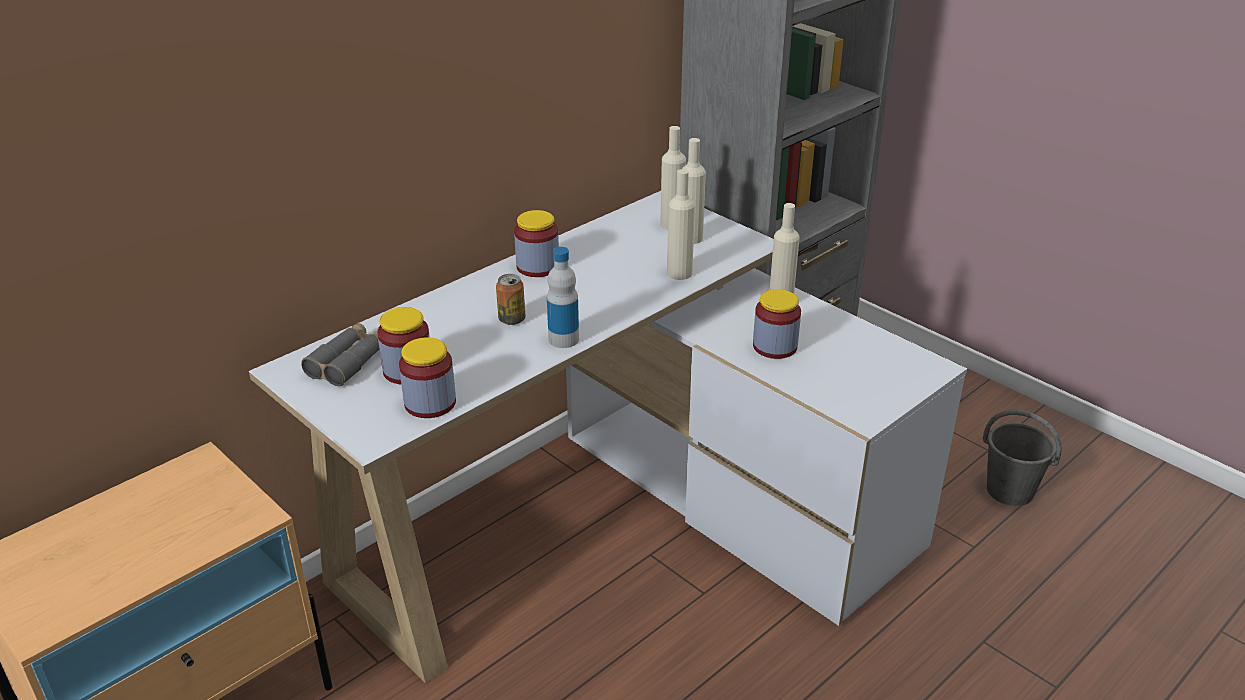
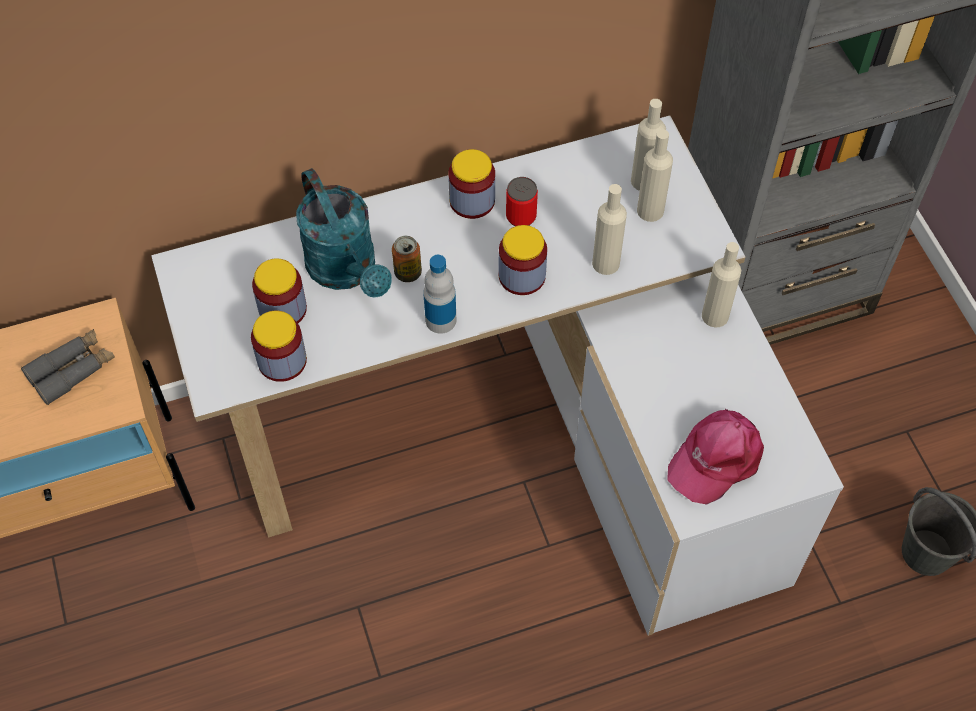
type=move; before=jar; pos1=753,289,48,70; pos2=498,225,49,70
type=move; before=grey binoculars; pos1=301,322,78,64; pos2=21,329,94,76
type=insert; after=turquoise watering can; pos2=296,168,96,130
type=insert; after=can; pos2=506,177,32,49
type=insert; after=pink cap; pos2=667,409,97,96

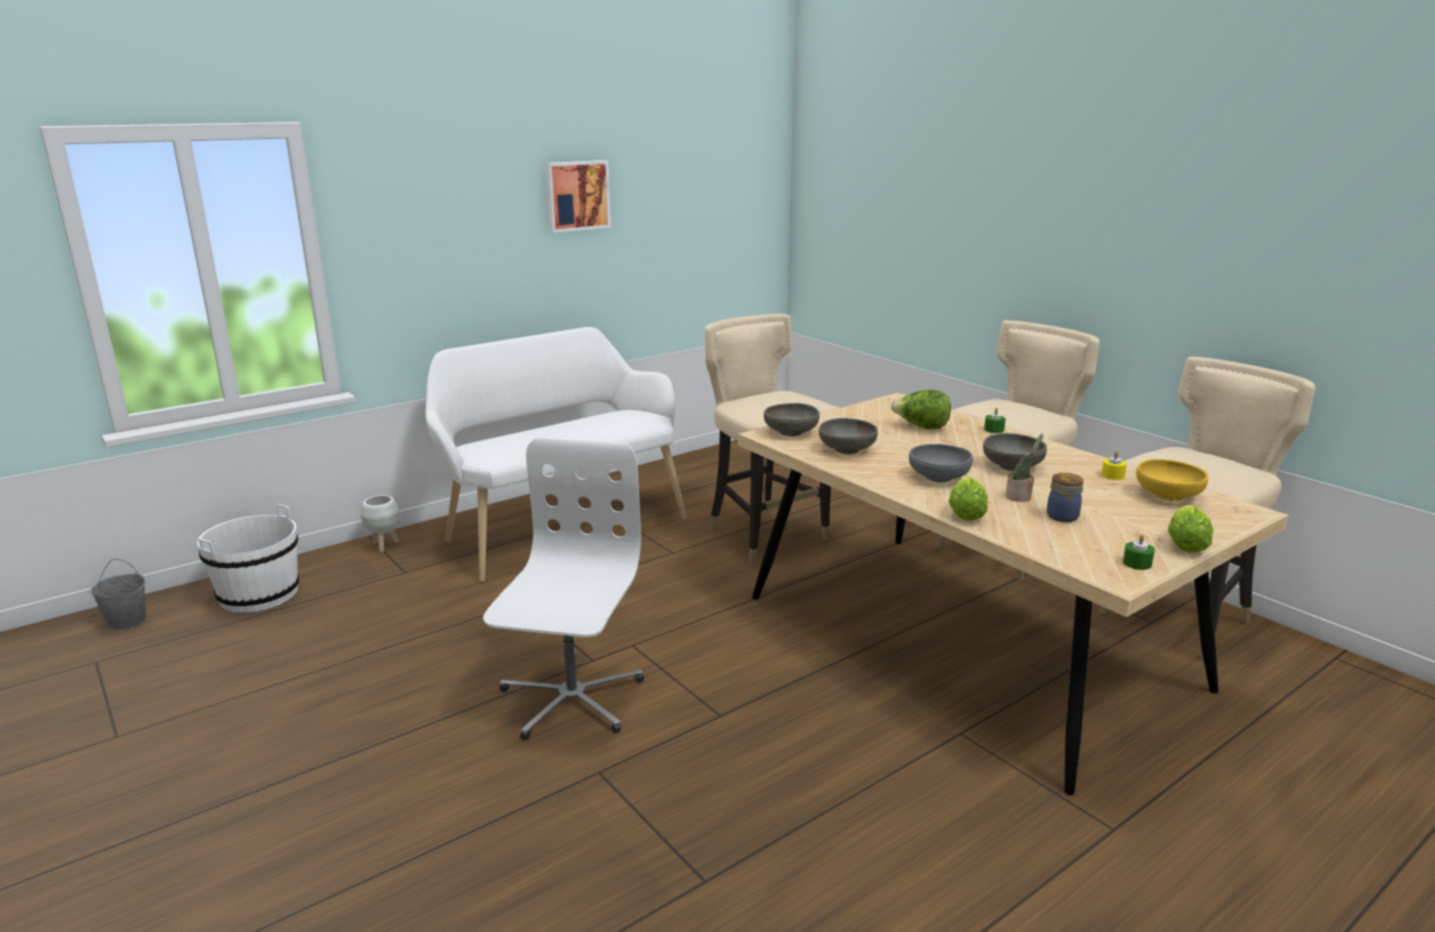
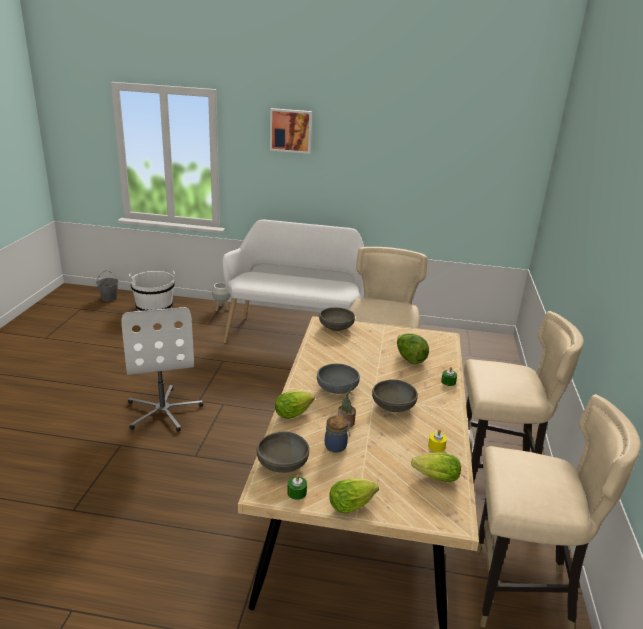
type=move; before=picture; pos1=545,160,66,73; pos2=270,108,42,46
type=move; before=grey bowl; pos1=819,418,59,36; pos2=257,432,52,41
type=rotate; before=white office chair; pos1=483,437,161,303; pos2=121,307,82,125; turn=105
type=replace; before=yellow bowl; after=lettuce; pos1=1136,459,72,42; pos2=411,452,50,30

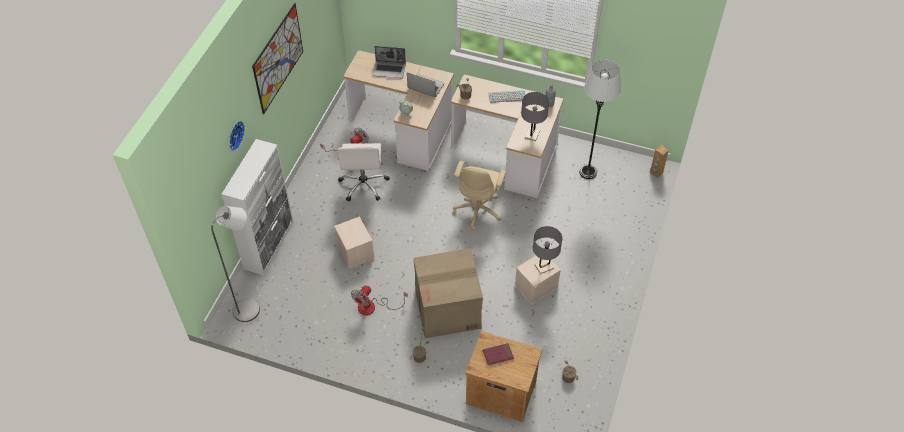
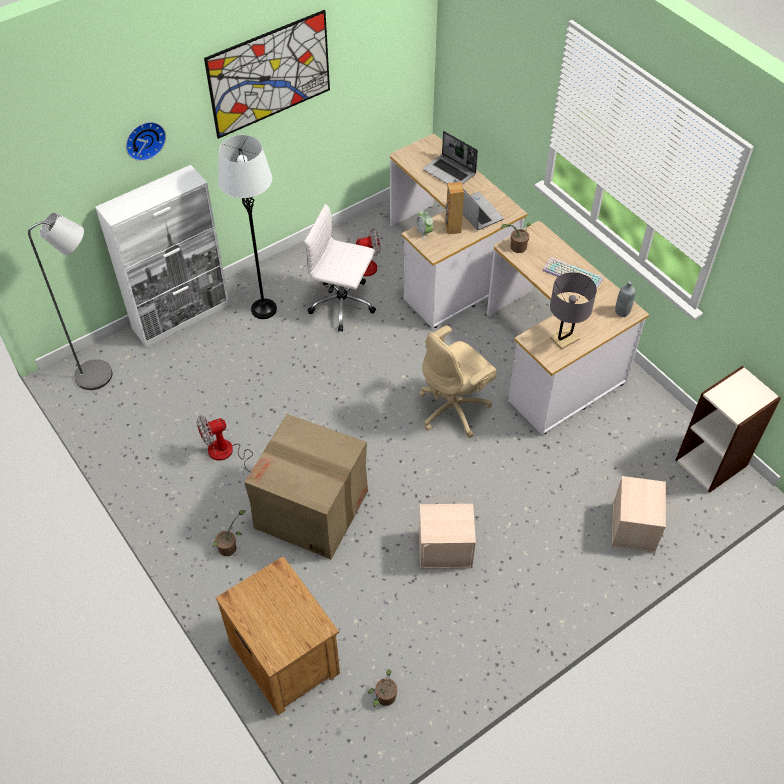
type=move; before=white floor lamp; pos1=579,60,42,119; pos2=218,135,59,184
type=rotate; before=white office chair; pos1=337,143,53,58; pos2=304,204,72,128; turn=75
type=move; before=brown speaker; pos1=650,145,19,33; pos2=445,182,19,52
type=move; before=beige storage box; pos1=334,216,40,53; pos2=612,476,54,77
type=delete; before=grey table lamp; pos1=533,226,29,48
type=delete; before=red book; pos1=483,343,31,22
type=insert; after=bookcase; pos2=675,366,106,127

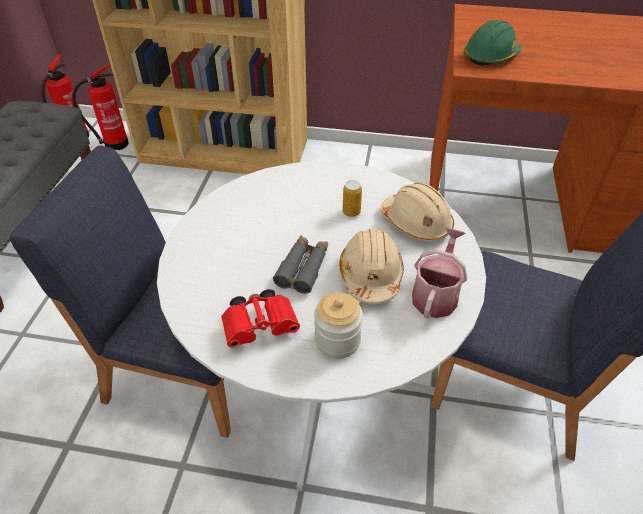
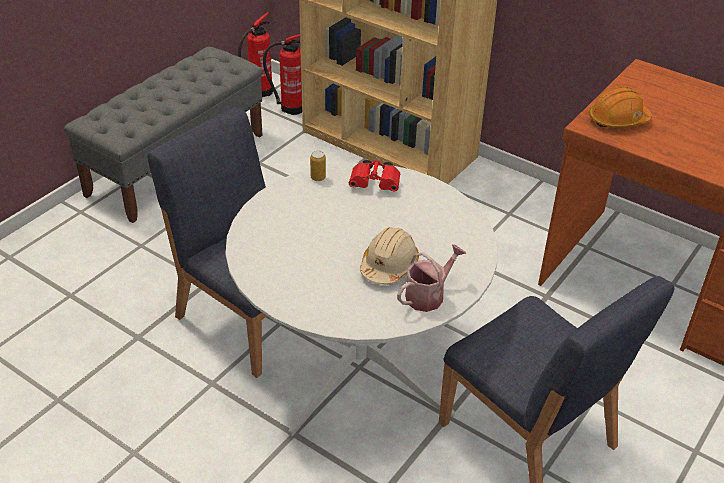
type=recolor; before=green hard hat; after=orange hard hat; pos1=464,20,58,46; pos2=589,86,63,42
type=move; before=can; pos1=343,180,19,37; pos2=310,151,16,30
type=delete; before=beige hard hat; pos1=381,183,73,58
type=delete; before=grey binoculars; pos1=273,235,55,59
type=move; before=red binoculars; pos1=221,289,79,59; pos2=349,159,51,32
type=delete; before=jar; pos1=314,292,49,67

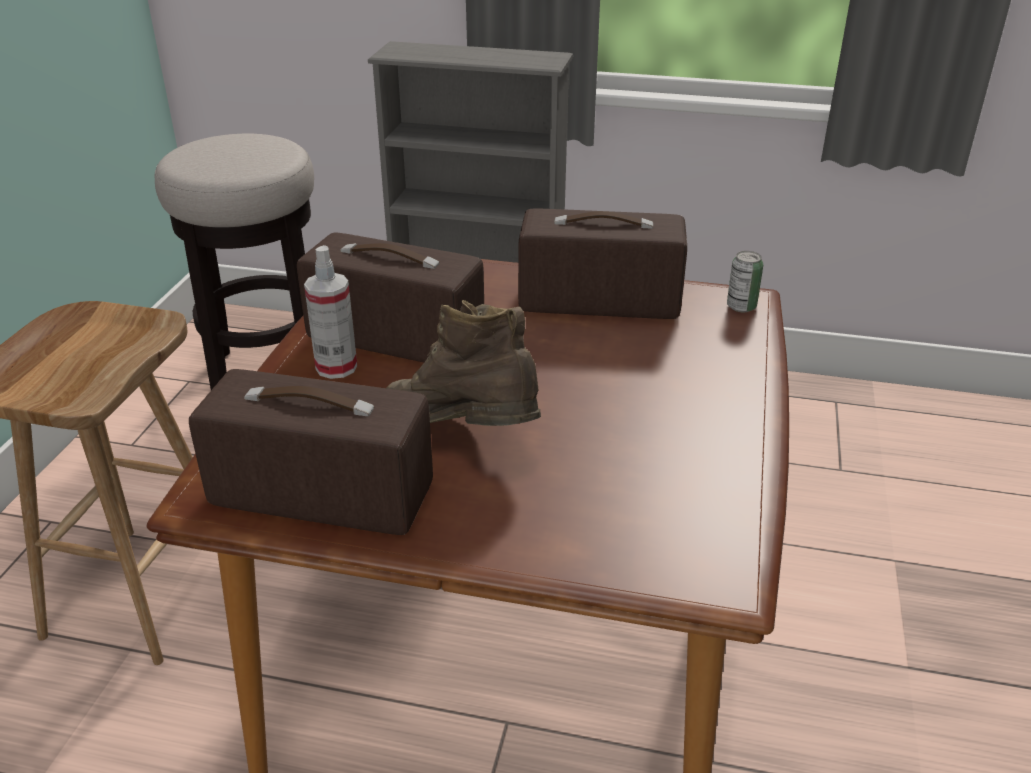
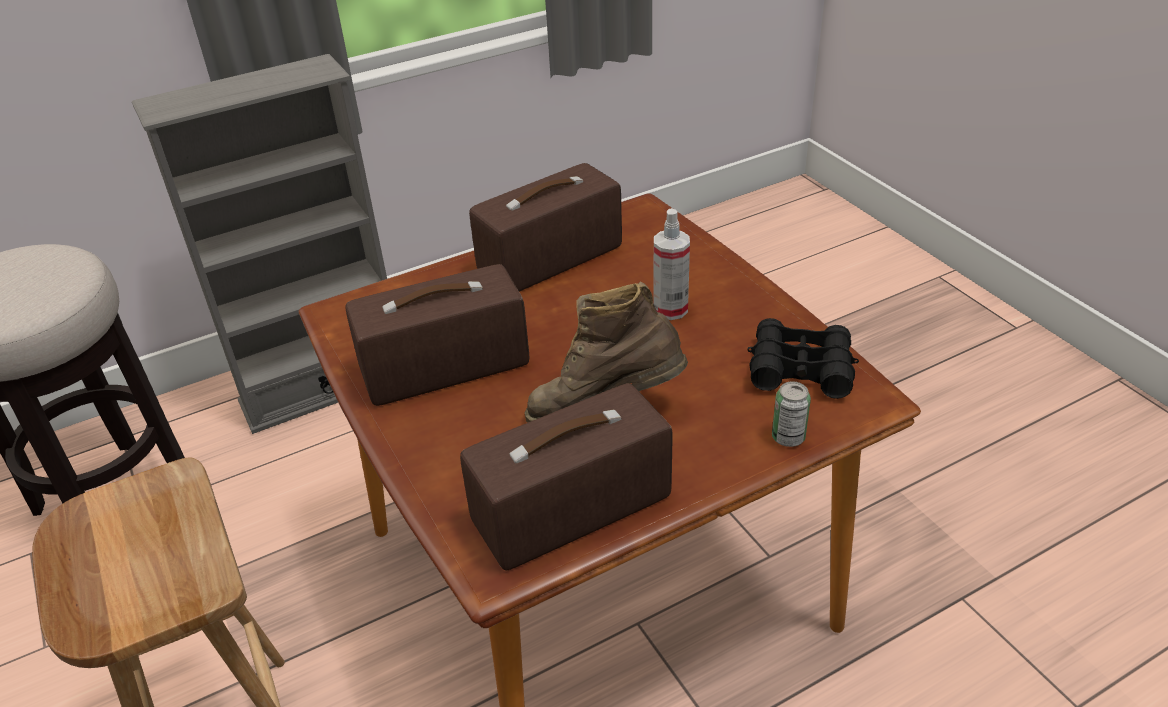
type=move; before=spray bottle; pos1=304,245,53,134; pos2=654,208,36,112
type=move; before=can; pos1=727,251,36,61; pos2=772,381,39,66
type=insert; after=black binoculars; pos2=747,318,112,81

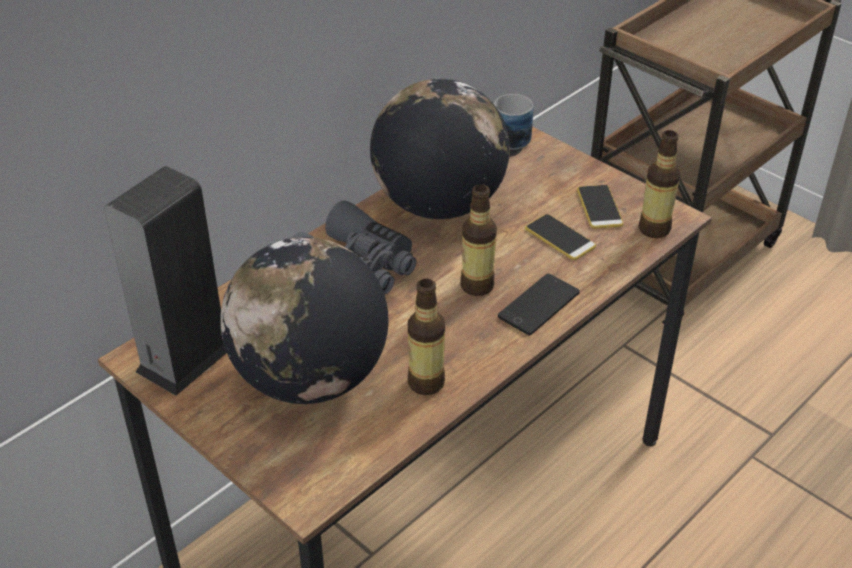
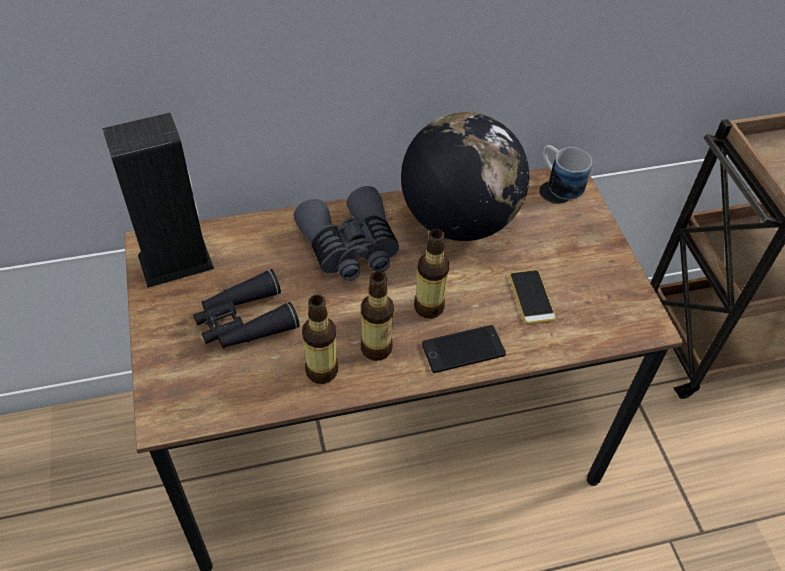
type=move; before=bottle; pos1=639,130,41,108; pos2=361,271,33,90
type=delete; before=phone; pos1=577,185,47,44
type=replace; before=globe; after=black binoculars; pos1=220,237,169,167; pos2=193,269,107,80

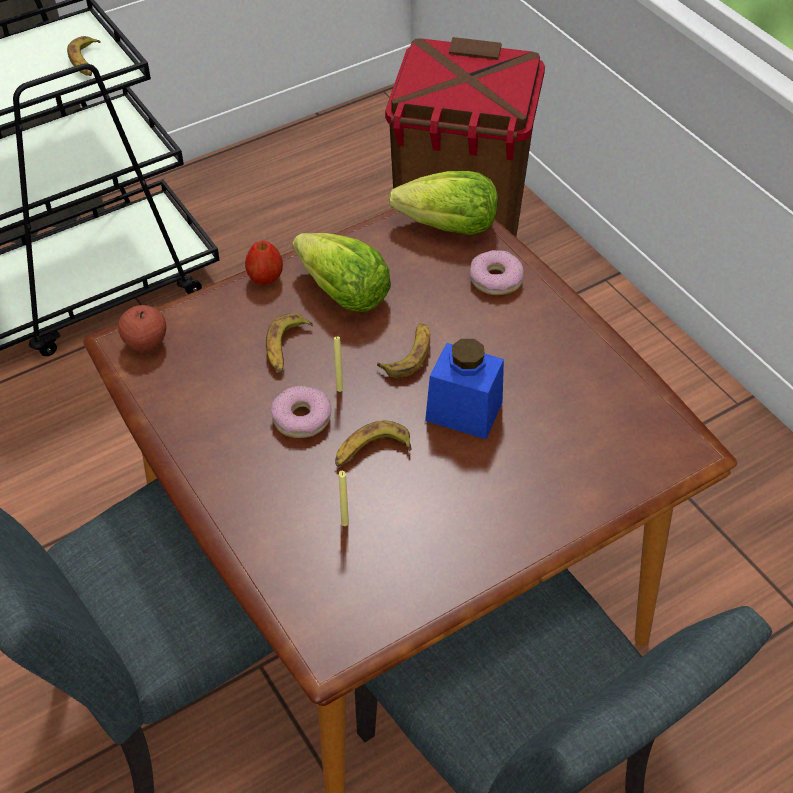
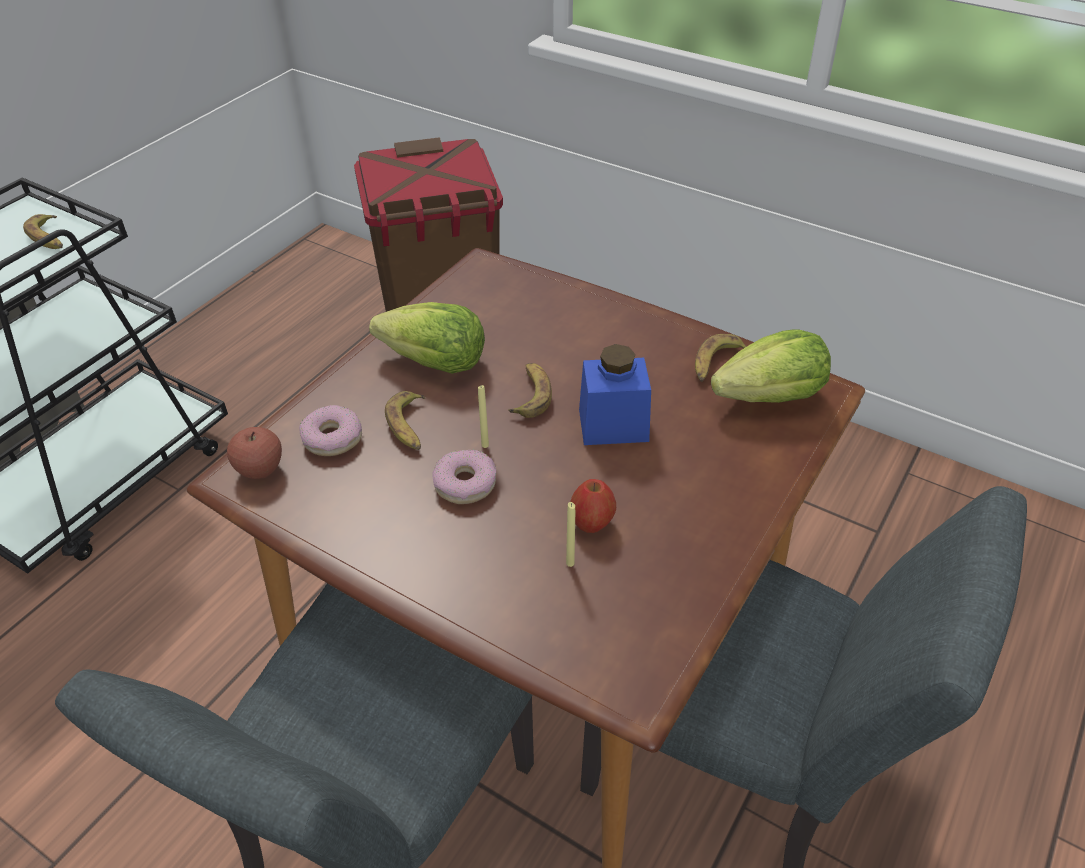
type=move; before=lettuce; pos1=389,171,109,64; pos2=711,329,120,74
type=move; before=apple; pos1=245,241,38,44; pos2=570,479,46,54
type=move; before=donut; pos1=470,250,53,45; pos2=299,405,63,51
type=move; before=banana; pos1=335,421,77,46; pos2=695,334,52,48

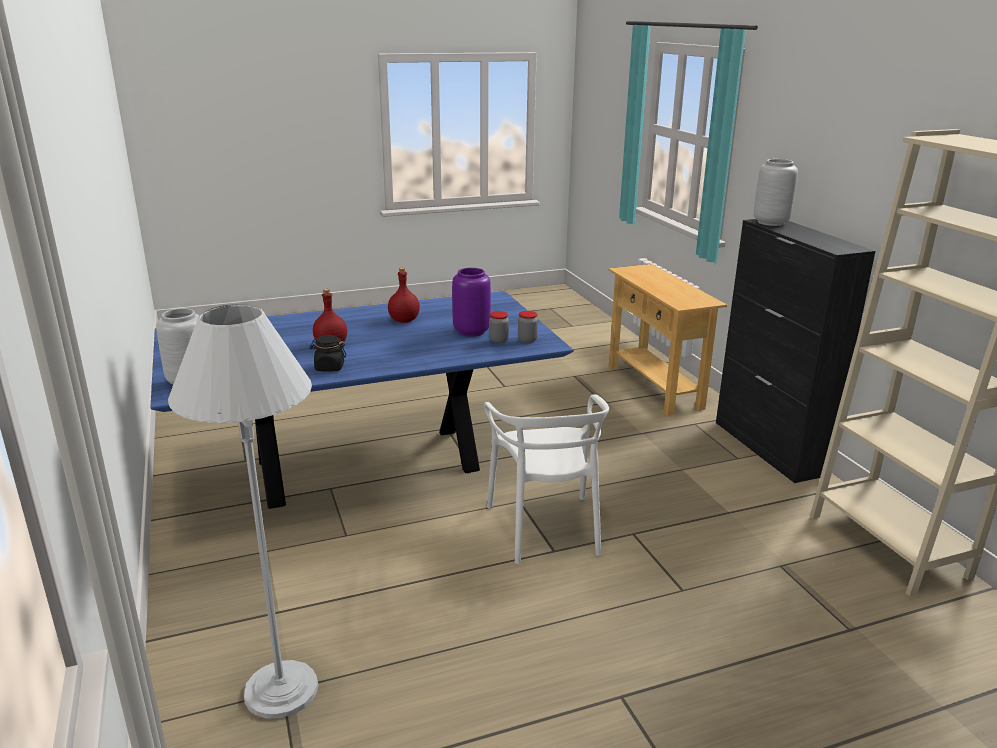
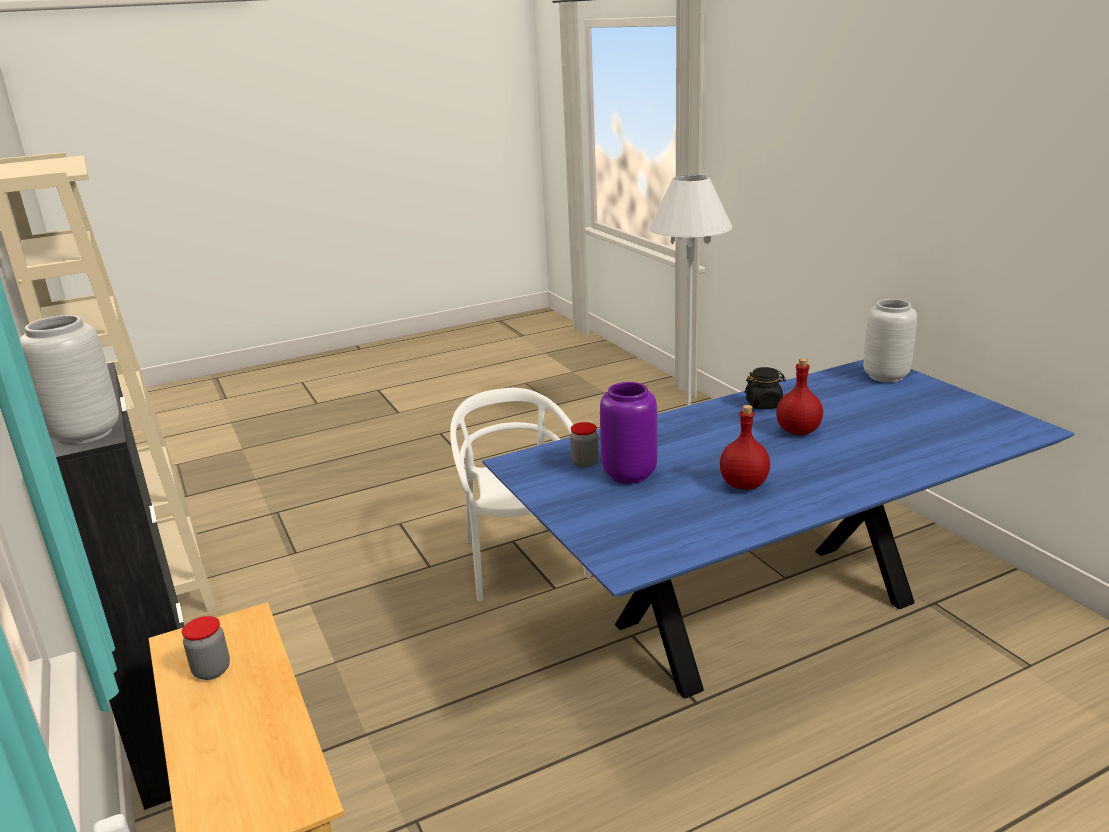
type=move; before=jar; pos1=518,311,20,32; pos2=182,616,48,64

